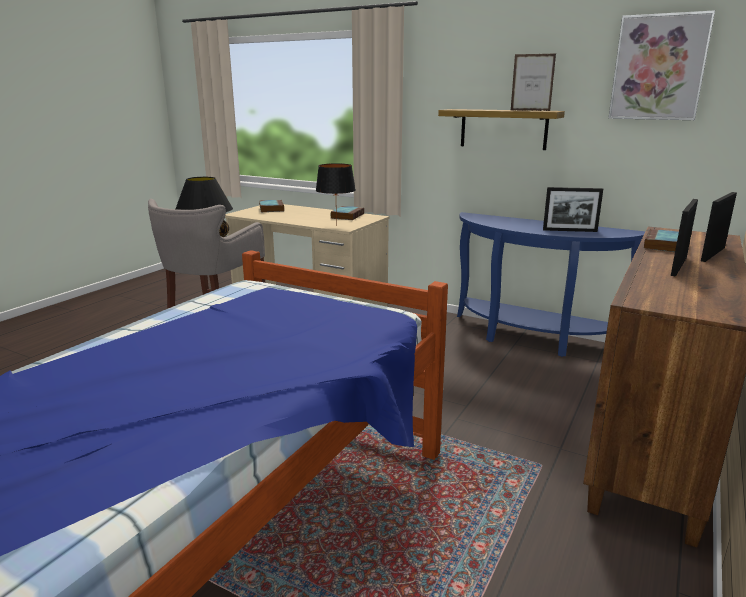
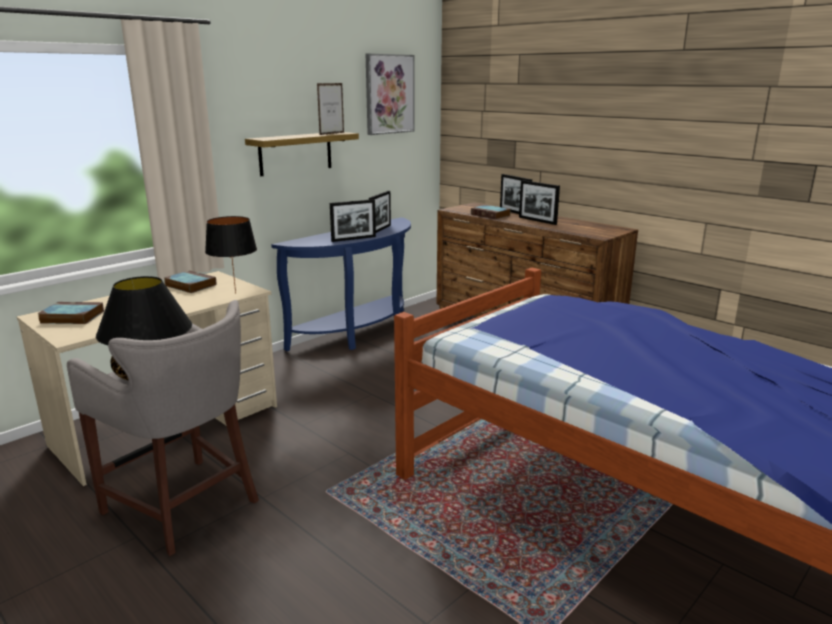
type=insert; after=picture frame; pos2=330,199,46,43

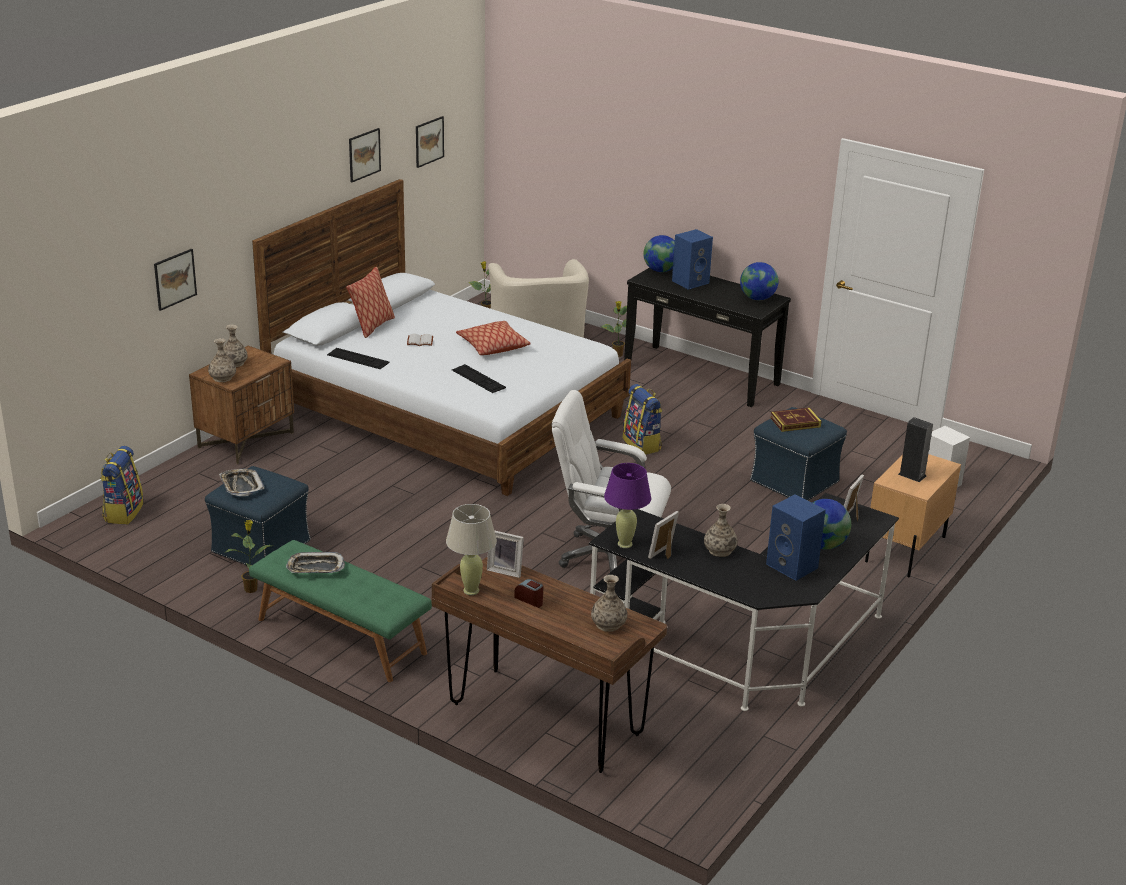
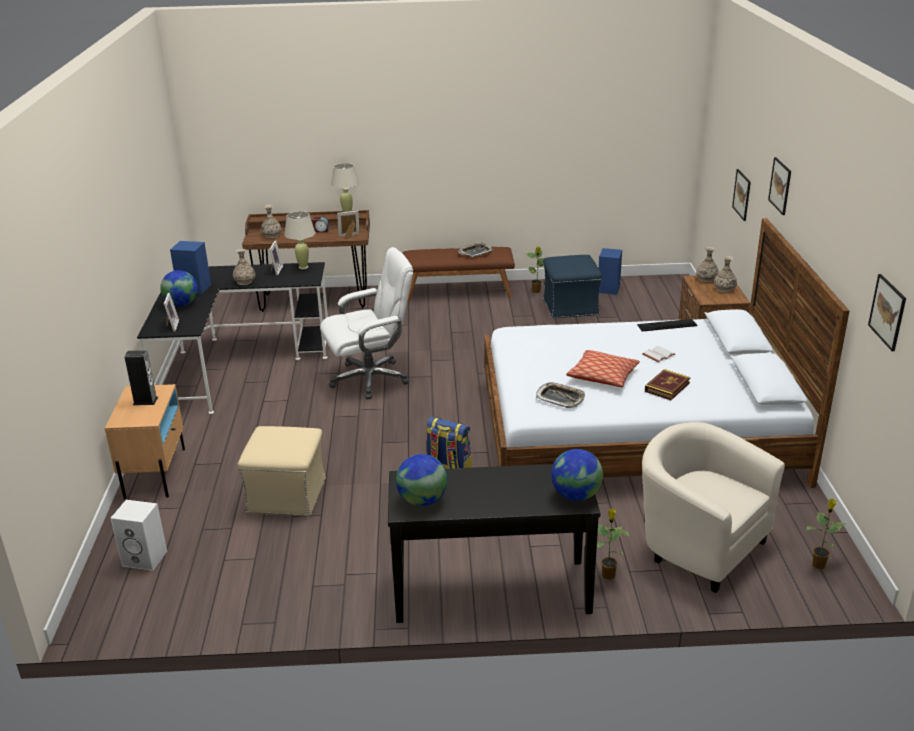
type=move; before=picture; pos1=349,128,32,54; pos2=768,157,23,58
type=move; before=blue speaker; pos1=672,229,41,61; pos2=599,248,23,47
type=delete; before=pillow; pos1=346,267,49,71
type=delete; before=keyboard; pos1=452,364,54,29
type=recolor; before=blue ottoman; after=beige ottoman; pos1=750,407,97,93; pos2=238,426,88,91
type=move; before=book; pos1=770,407,51,25; pos2=645,369,45,31
type=delete; before=backpack; pos1=100,446,43,78
type=recolor; before=purple table lamp; after=beige table lamp; pos1=604,463,47,85; pos2=284,211,31,58
type=move; before=tray; pos1=219,469,45,27; pos2=536,383,49,25
type=recolor; before=green bench; after=brown bench; pos1=249,540,183,142; pos2=403,247,112,55

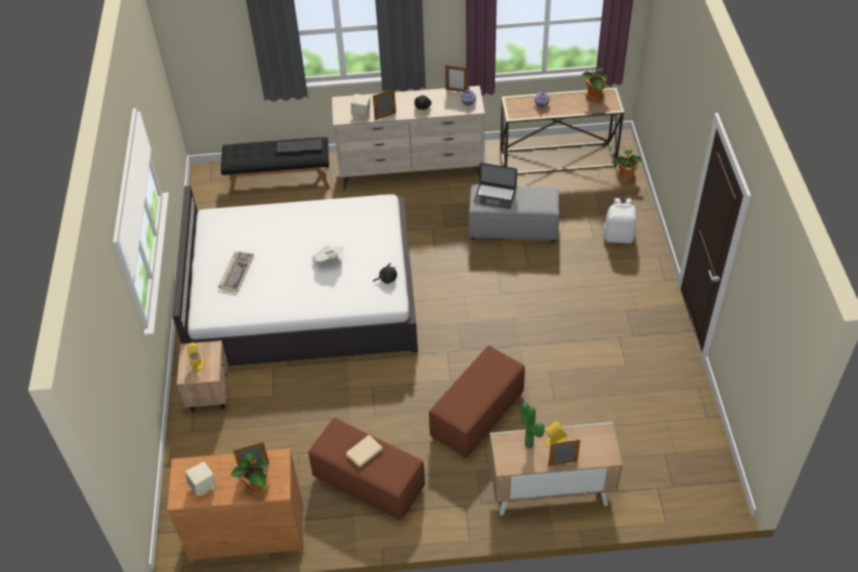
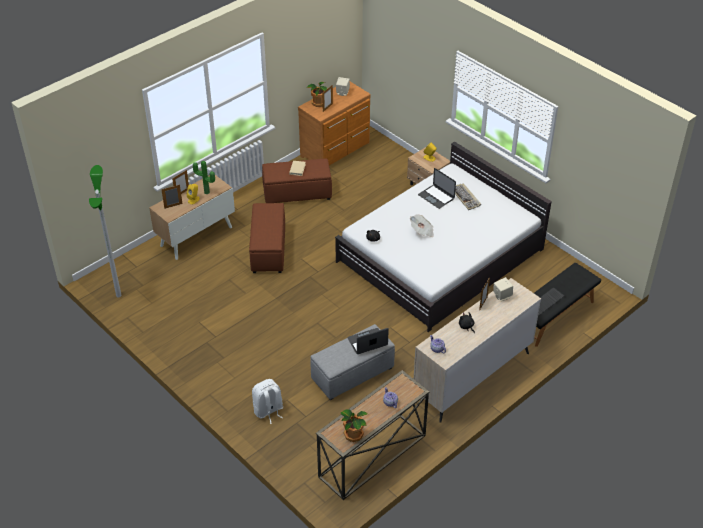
type=move; before=picture frame; pos1=445,65,23,27; pos2=161,185,21,24
type=delete; before=potted plant; pos1=612,150,30,33
type=insert; after=floor lamp; pos2=89,165,33,132
type=insert; after=laptop; pos2=418,168,38,41

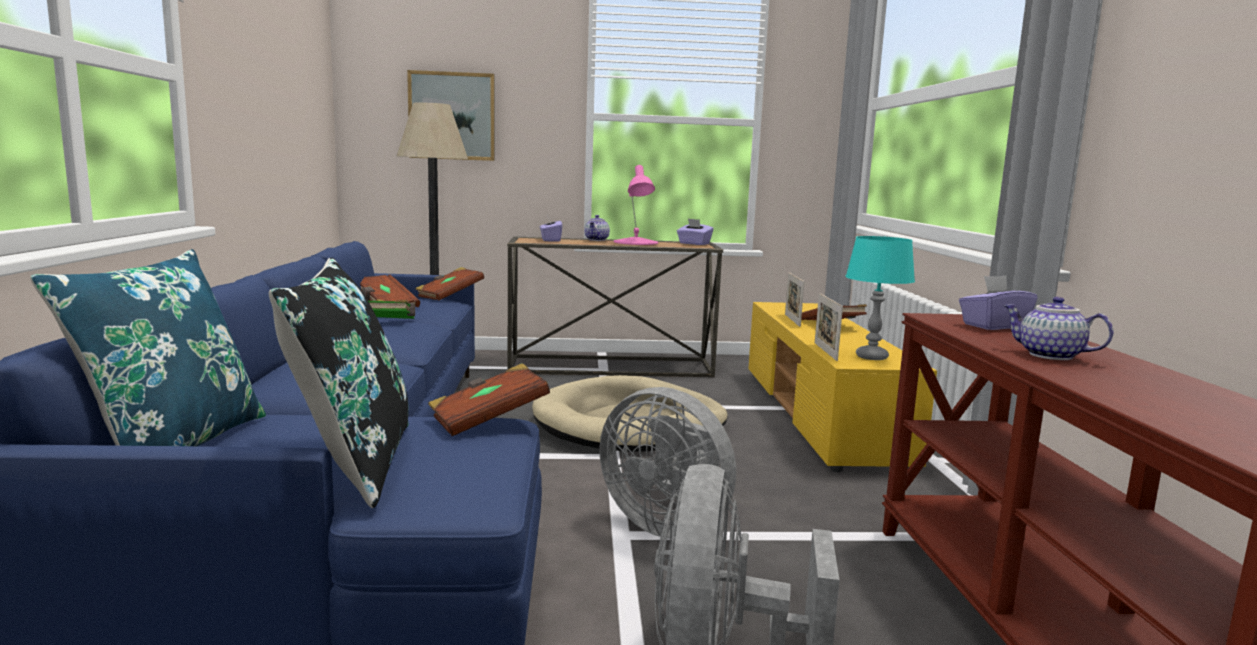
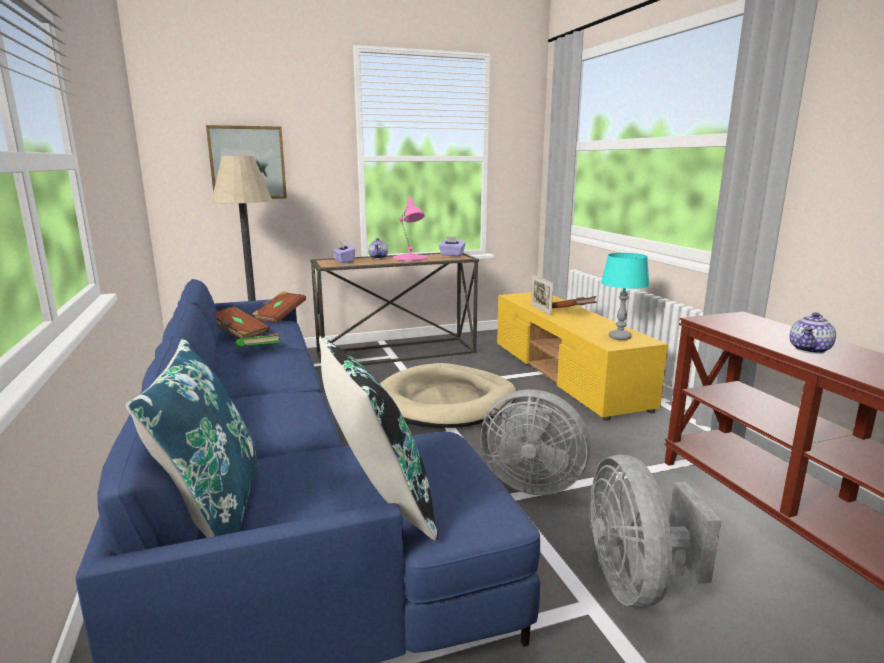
type=delete; before=purple tissue box; pos1=959,275,78,55
type=delete; before=picture frame; pos1=815,293,28,68
type=rotate; before=teapot; pos1=1003,297,110,63; pos2=790,312,46,42; turn=-75
type=delete; before=brown book; pos1=428,363,122,73

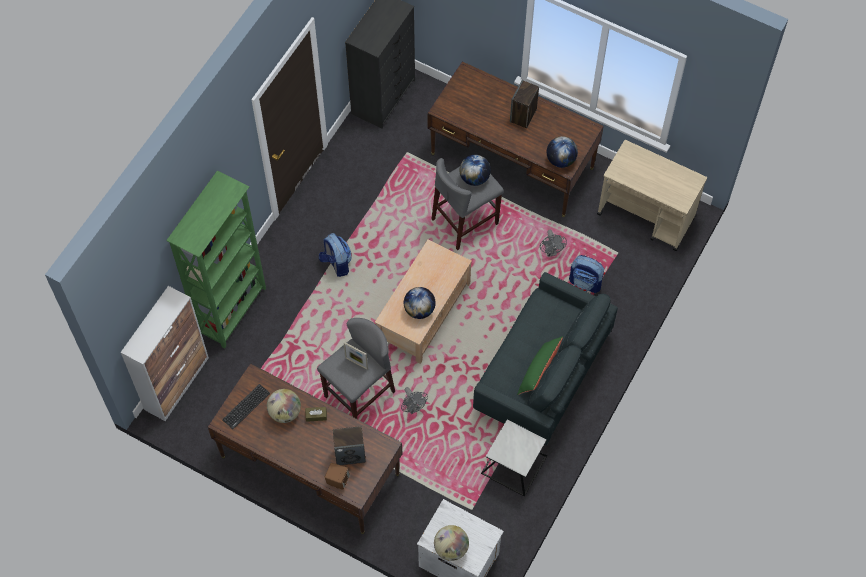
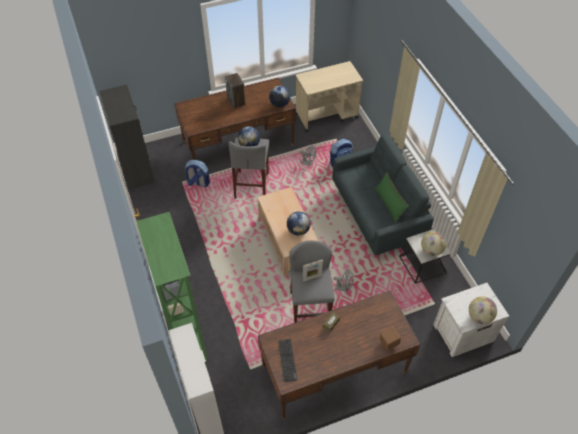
type=move; before=backpack; pos1=319,233,33,44; pos2=184,160,26,27
type=move; before=globe; pos1=267,389,34,34; pos2=421,231,26,25
type=delete; before=speaker; pos1=333,426,33,39

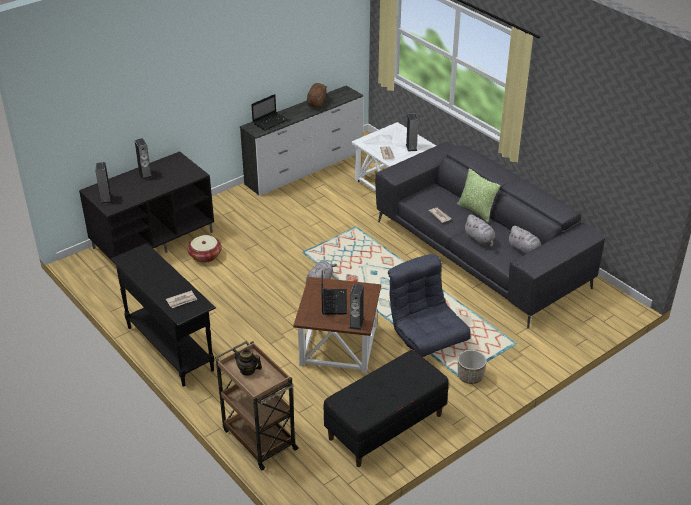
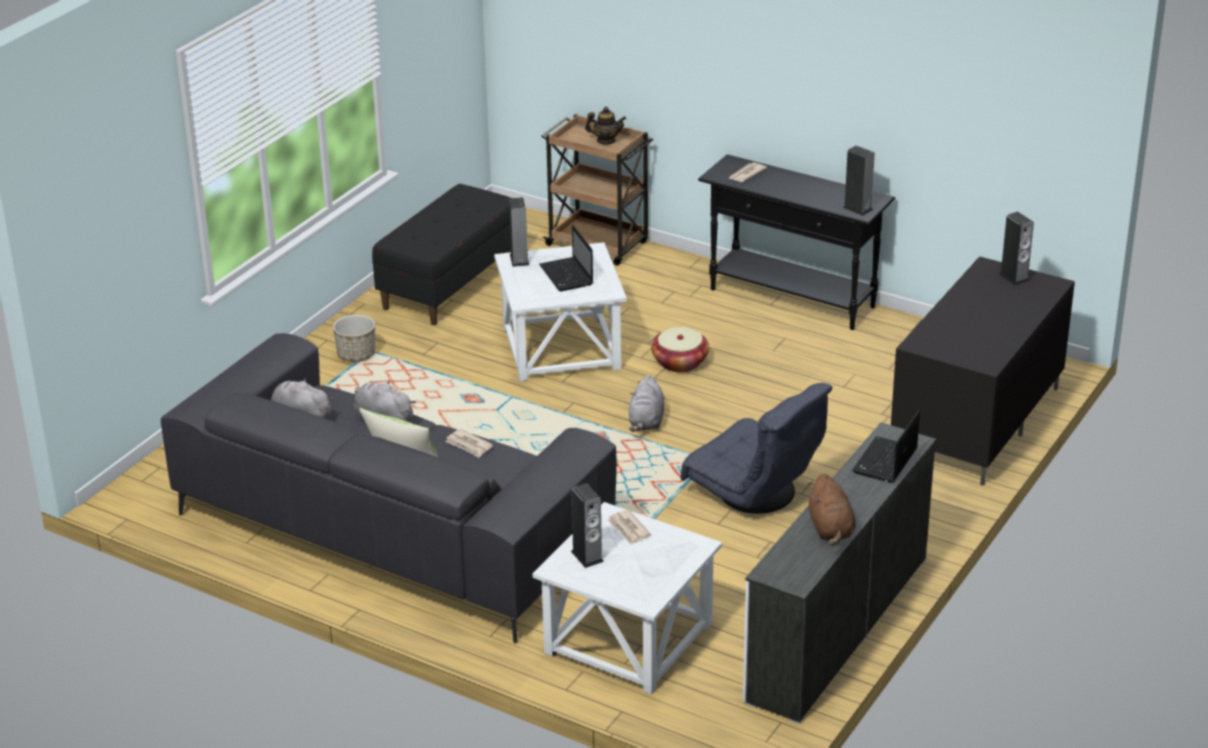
type=move; before=speaker; pos1=135,138,17,42; pos2=843,145,32,71
type=move; before=basket; pos1=187,235,35,28; pos2=651,327,58,45
type=move; before=grey armchair; pos1=388,254,83,103; pos2=681,383,151,131
type=recolor; before=brown side table; after=white side table; pos1=293,277,88,97; pos2=494,242,133,139

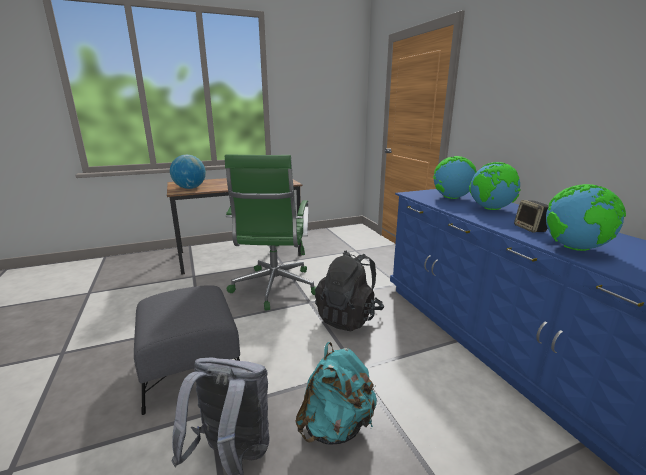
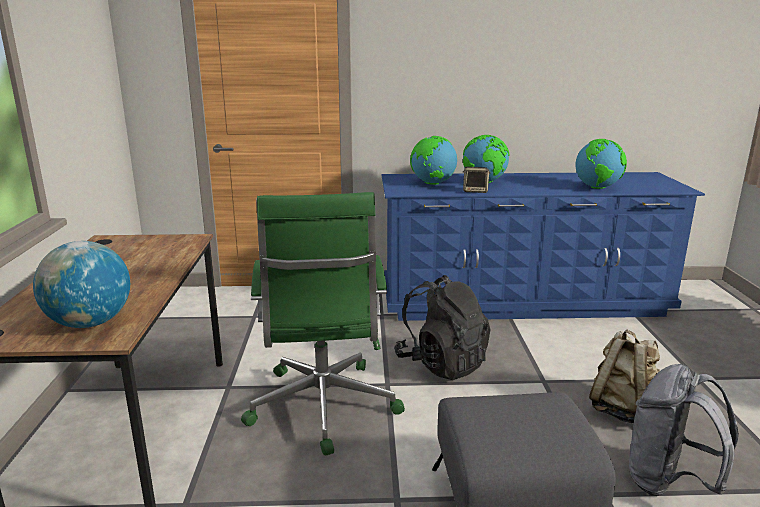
type=rotate; before=green office chair; pos1=224,154,92,157; pos2=241,192,164,263; turn=60
type=move; before=speaker; pos1=514,200,35,33; pos2=463,167,27,26
type=recolor; before=turquoise backpack; after=beige backpack; pos1=295,342,82,103; pos2=589,330,72,93

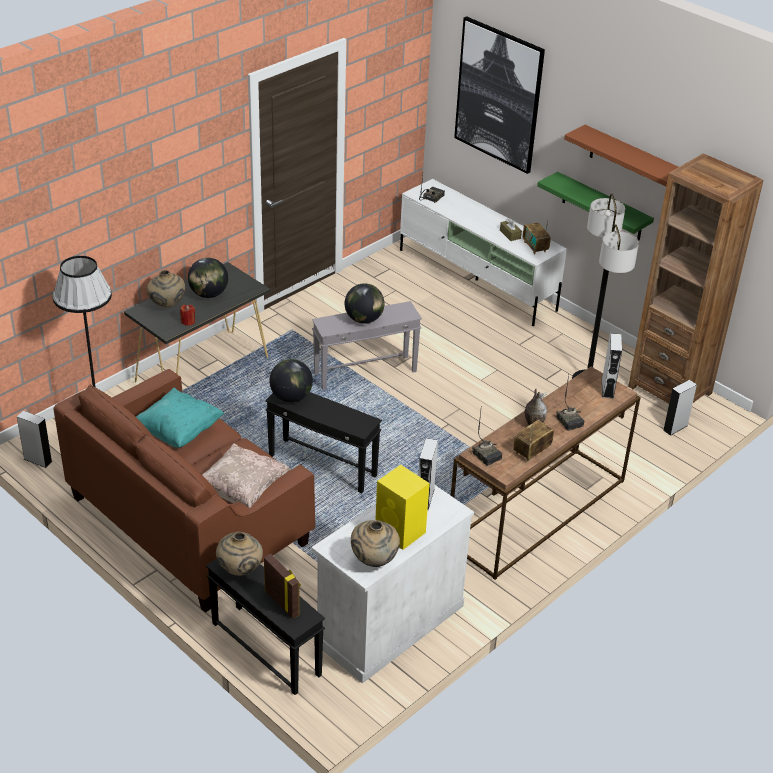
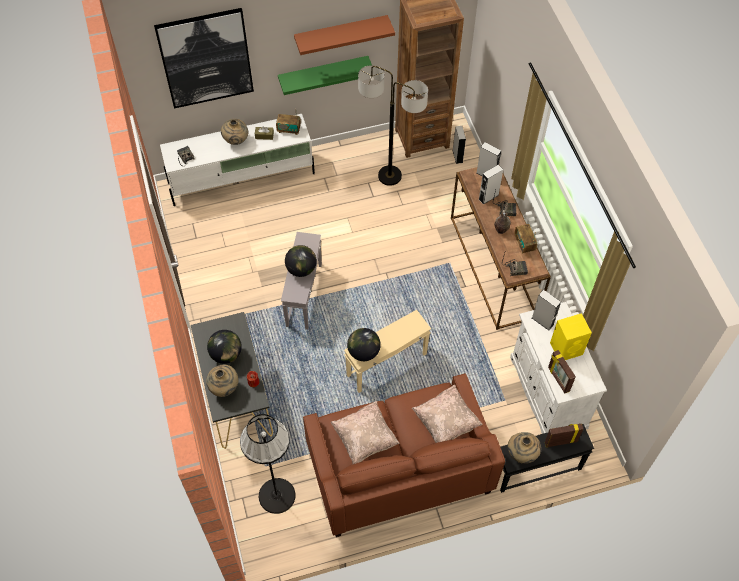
type=recolor; before=turquoise pillow; after=beige pillow; pos1=136,388,88,60; pos2=331,401,69,63
type=recolor; before=black side table; after=beige side table; pos1=265,392,117,101; pos2=344,310,87,83
type=move; before=grey speaker; pos1=17,411,35,57; pos2=478,165,25,40
type=move; before=beige vase; pos1=351,520,49,47; pos2=221,119,27,26
type=insert; after=picture frame; pos2=548,350,28,43

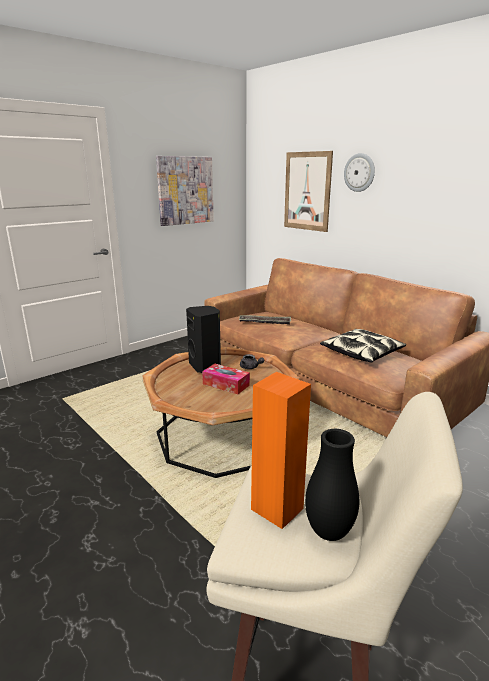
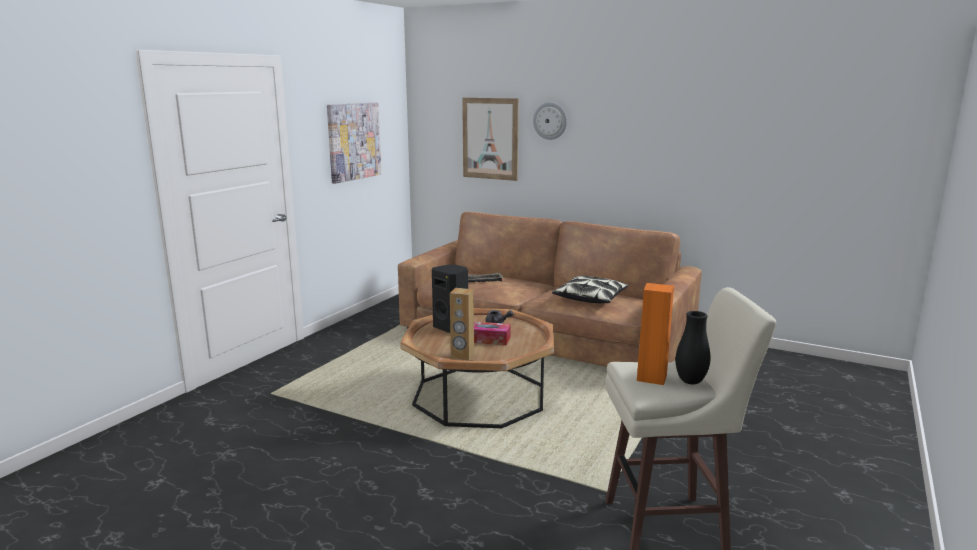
type=insert; after=brown speaker; pos2=450,288,24,73

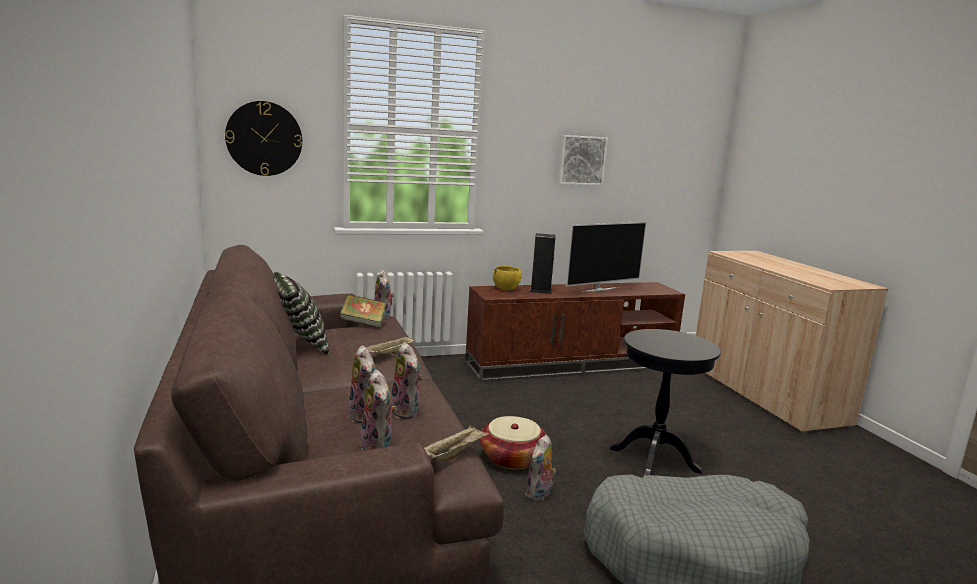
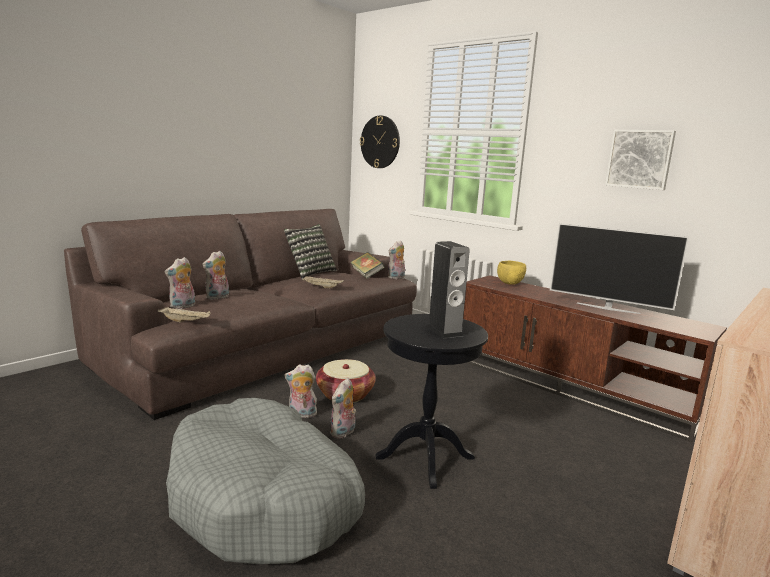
type=move; before=speaker; pos1=529,233,27,61; pos2=427,241,43,97
type=move; before=plush toy; pos1=391,342,32,77; pos2=330,378,26,60

